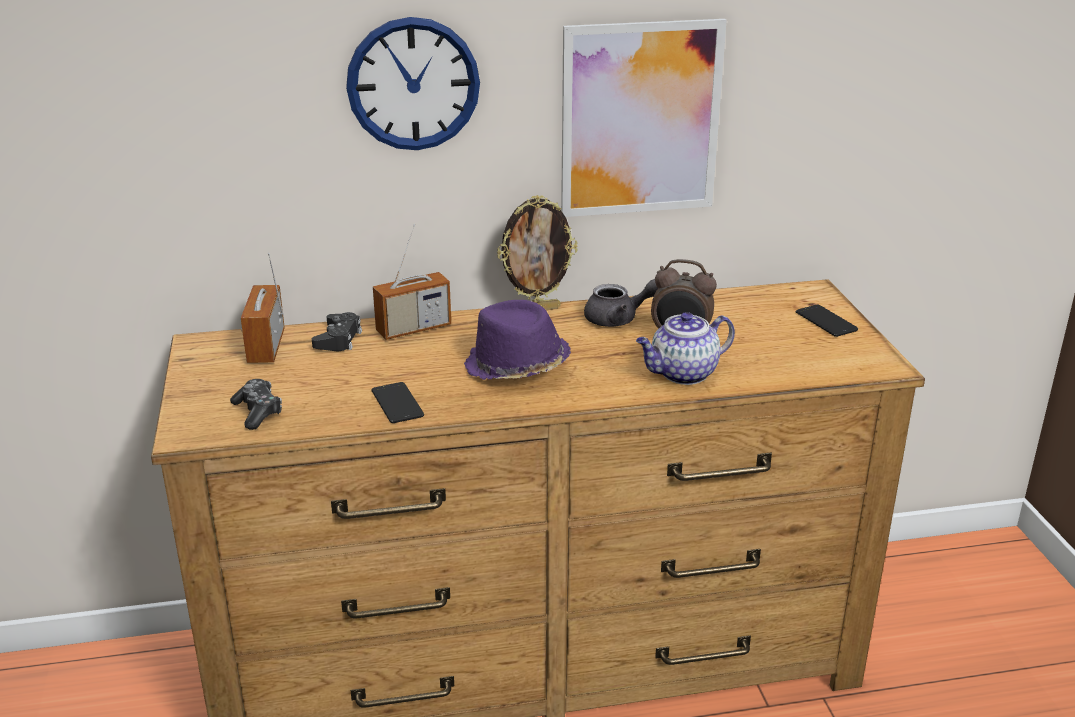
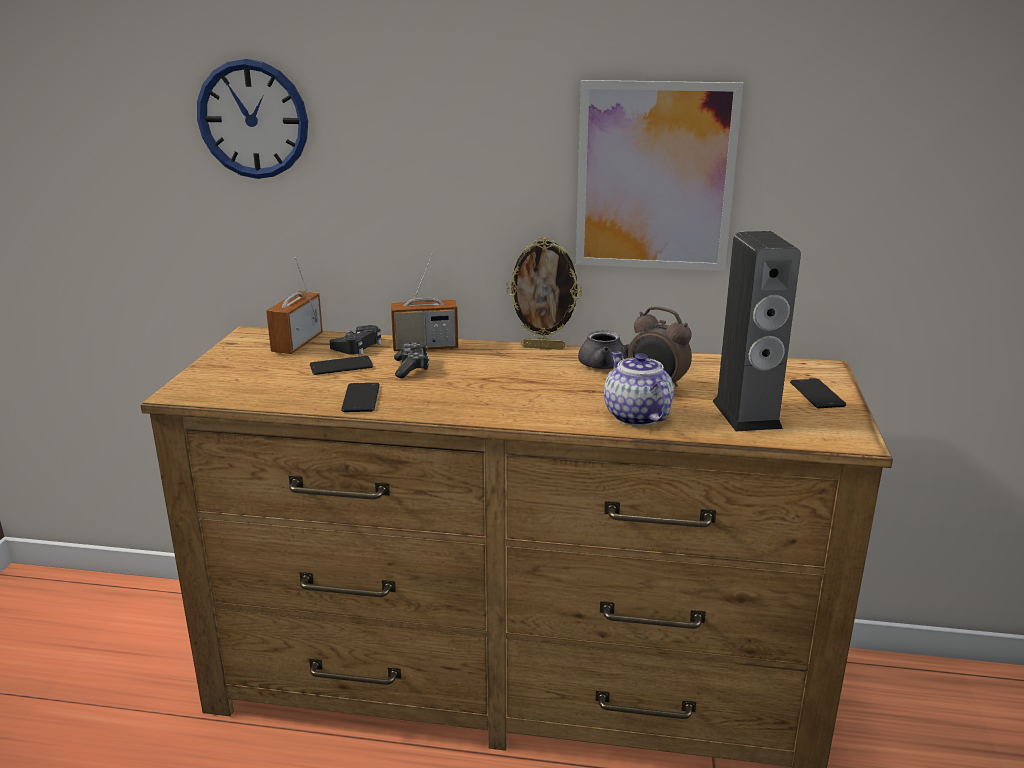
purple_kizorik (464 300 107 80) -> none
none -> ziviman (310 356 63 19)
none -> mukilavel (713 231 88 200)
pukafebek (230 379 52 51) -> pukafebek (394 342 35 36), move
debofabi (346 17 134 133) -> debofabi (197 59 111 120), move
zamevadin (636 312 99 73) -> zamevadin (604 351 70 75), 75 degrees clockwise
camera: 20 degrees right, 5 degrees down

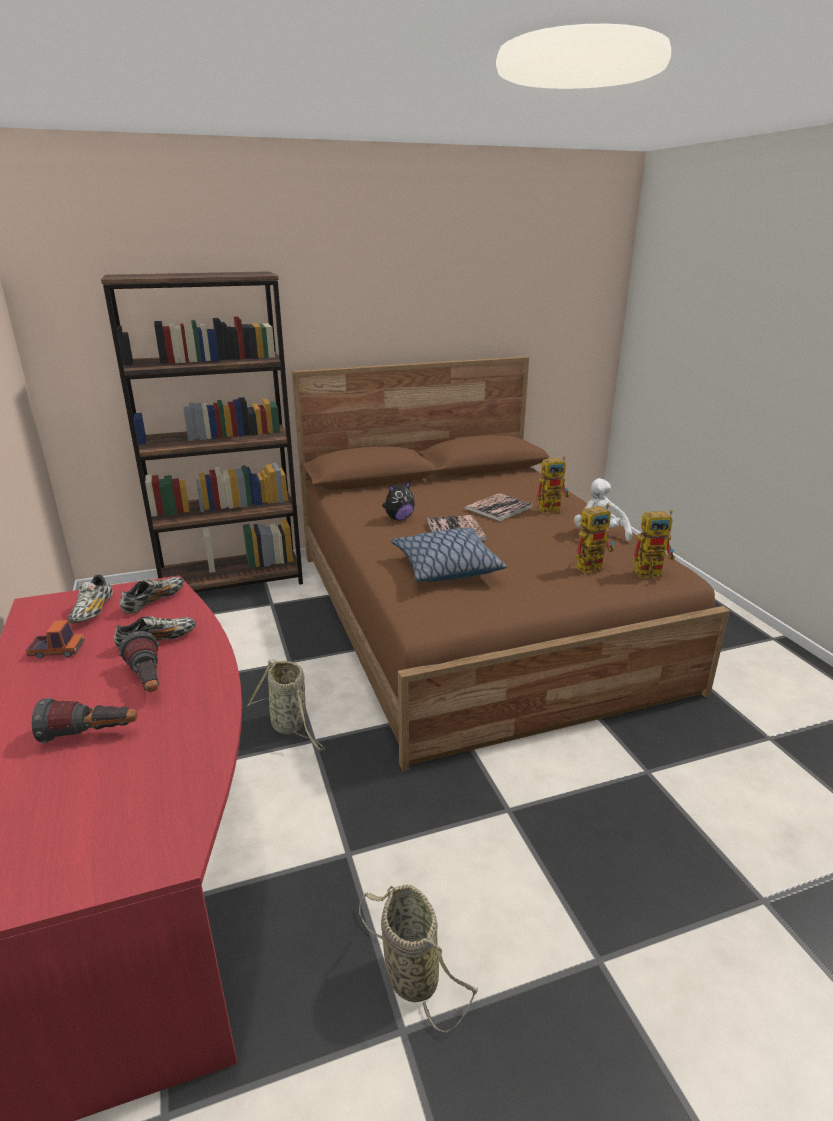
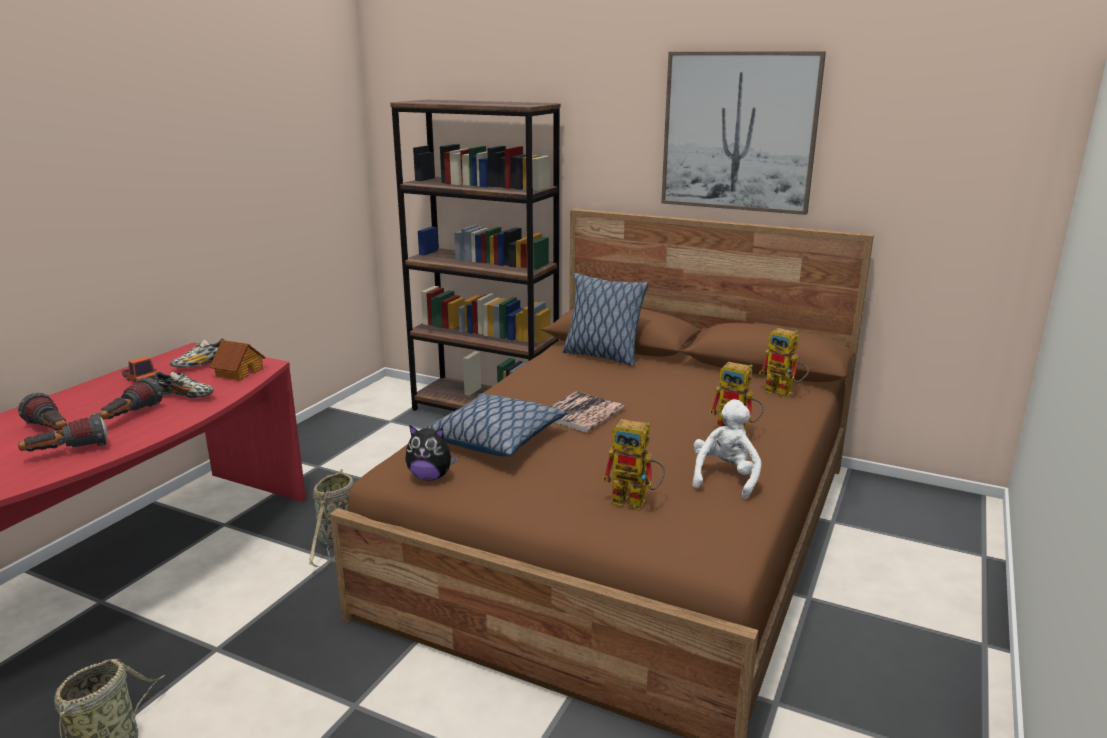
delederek (465 493 68 28) -> none
none -> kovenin (18 413 89 38)
none -> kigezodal (562 273 86 93)
none -> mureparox (661 52 165 163)
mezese (382 481 33 40) -> mezese (405 425 53 56), move
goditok (631 510 44 68) -> goditok (759 328 50 70), move
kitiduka (120 577 64 37) -> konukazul (210 340 55 40)
camera: 45 degrees right, 5 degrees down

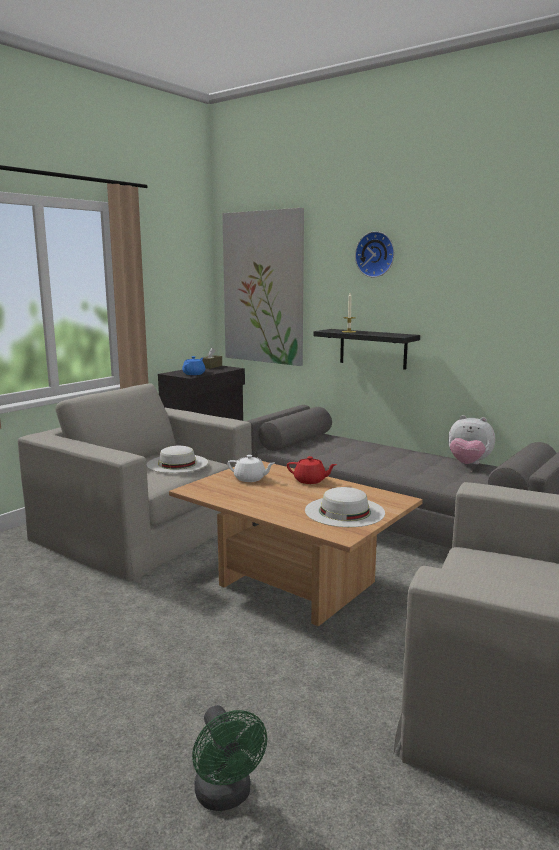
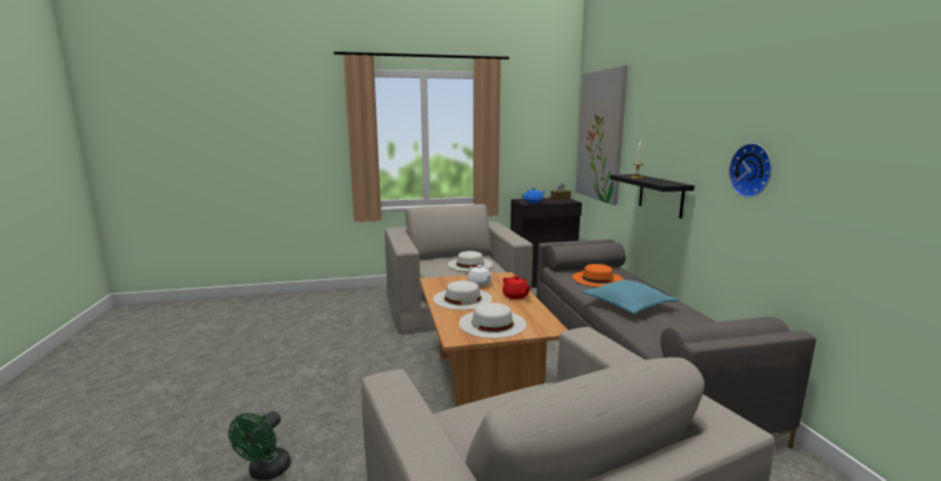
mezese (448 415 47 49) -> none
none -> white_kizorik (433 281 59 29)
none -> orange_kizorik (572 264 52 23)
none -> turquoise_kigezodal (582 280 96 34)
debofabi (355 231 39 47) -> debofabi (729 143 43 54), move
camera: 40 degrees right, 0 degrees up

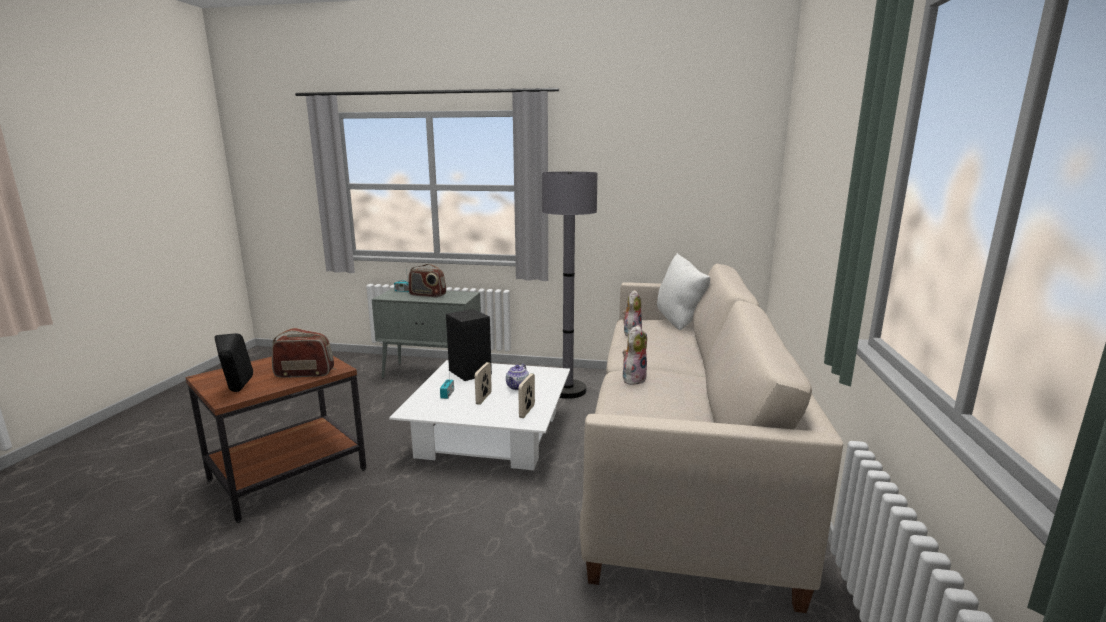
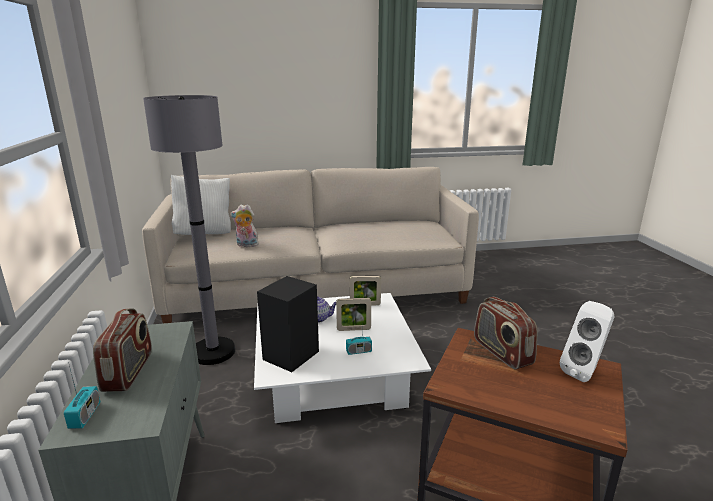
mezese (622 325 25 60) -> none
black_mukilavel (215 333 38 59) -> white_mukilavel (559 301 56 81)
camera: 110 degrees left, 5 degrees up

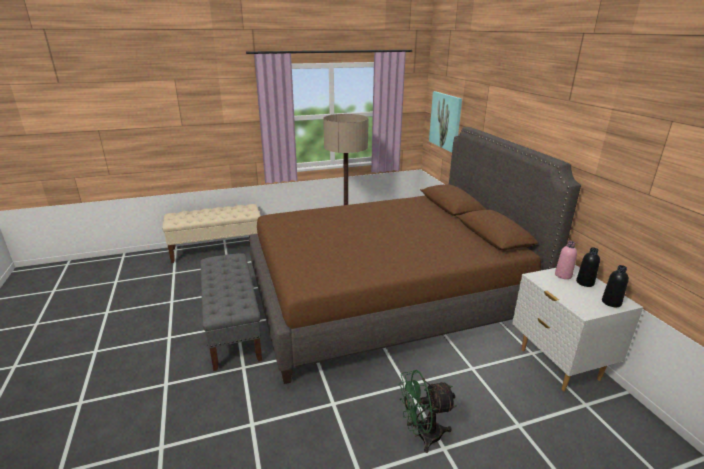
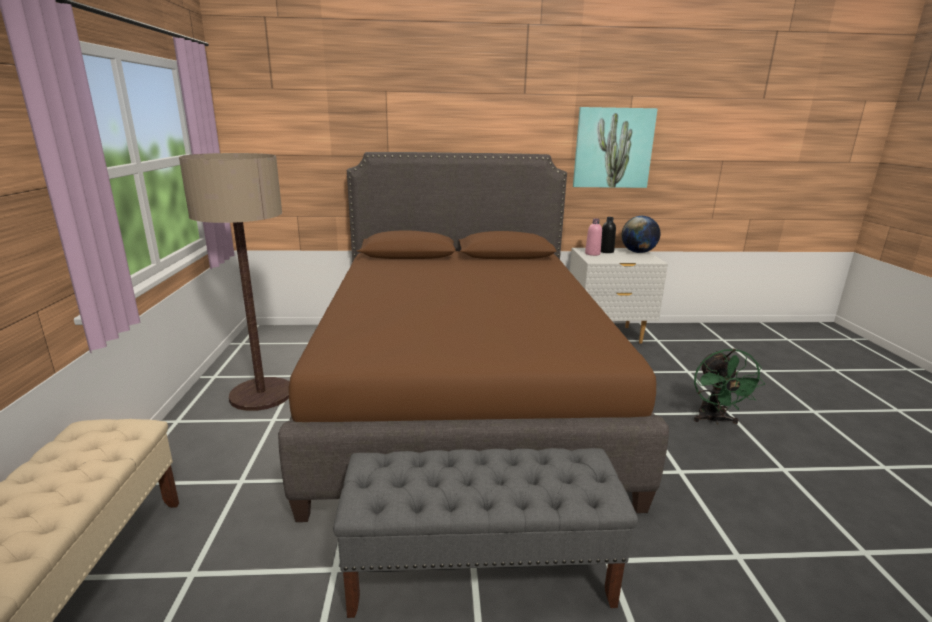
mureparox (429 91 33 62) -> mureparox (573 107 85 81), move
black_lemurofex (602 265 27 42) -> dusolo (622 216 38 37)
camera: 75 degrees left, 5 degrees down

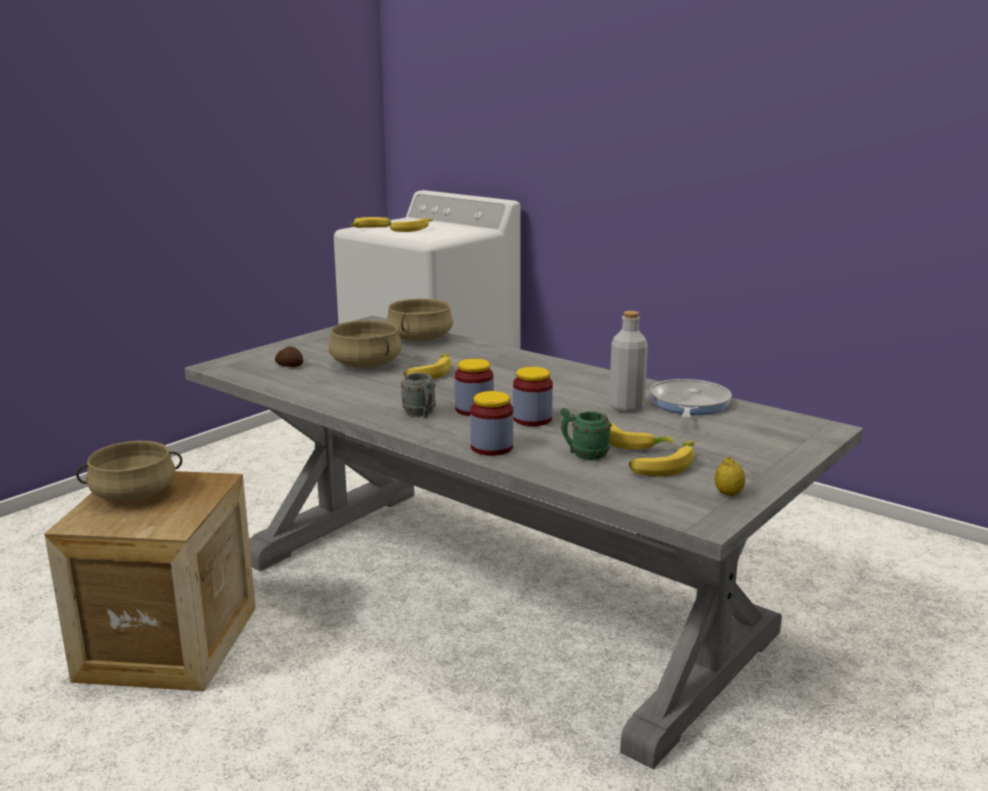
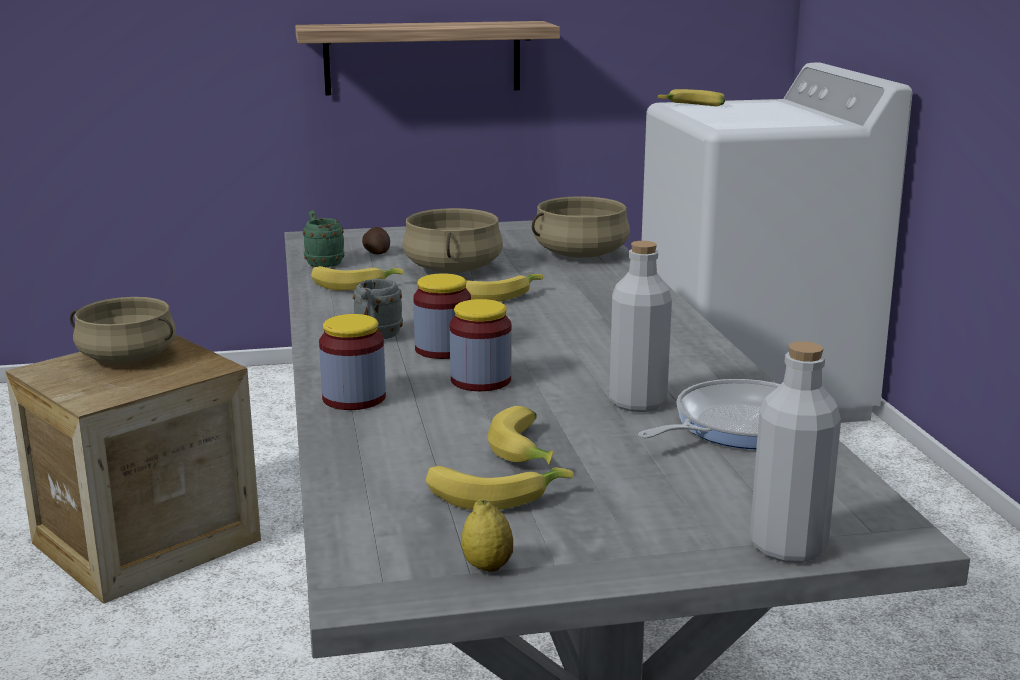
none -> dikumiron (295 21 265 74)
none -> grey_lemurofex (750 341 91 222)
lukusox (390 218 43 14) -> lukusox (311 266 93 25), move
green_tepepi (560 408 52 52) -> green_tepepi (303 210 41 57), move
camera: 40 degrees right, 0 degrees up

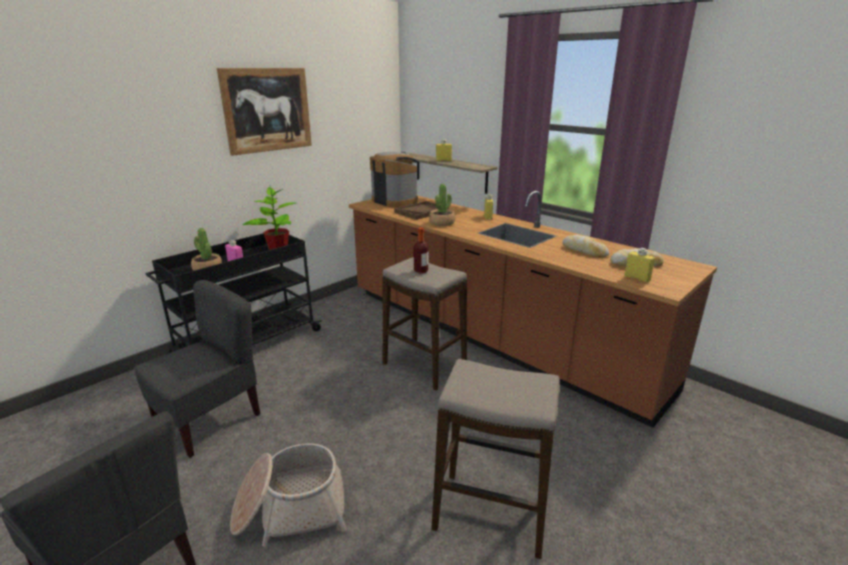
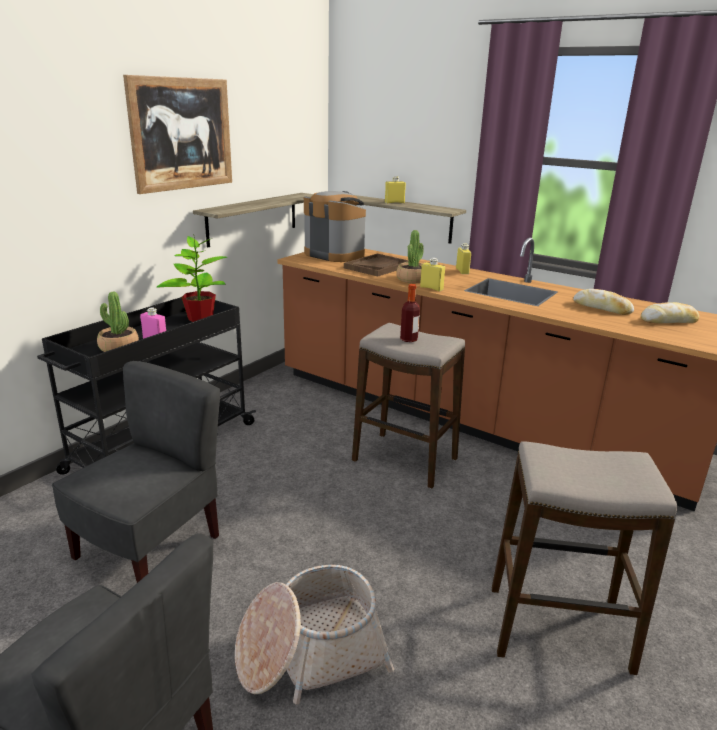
none -> dikumiron (193 193 120 55)
yellow_lemurofex (624 248 31 35) -> yellow_lemurofex (420 258 25 33), move
camera: 10 degrees left, 0 degrees up

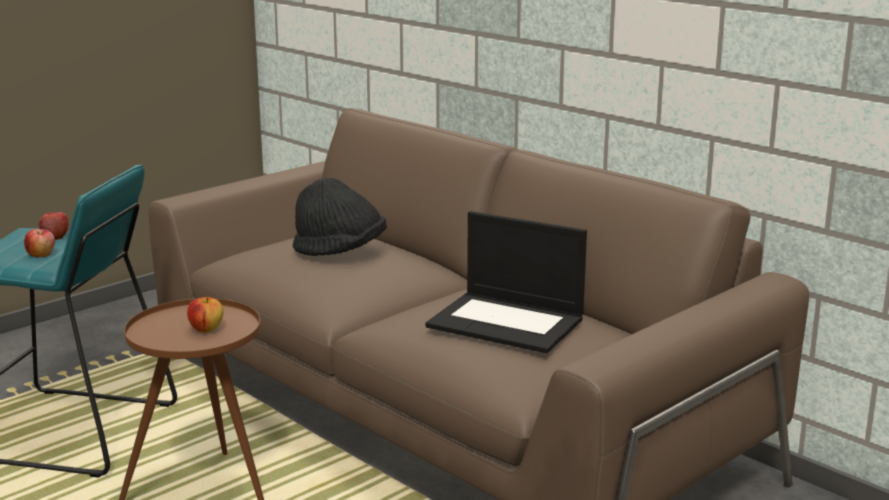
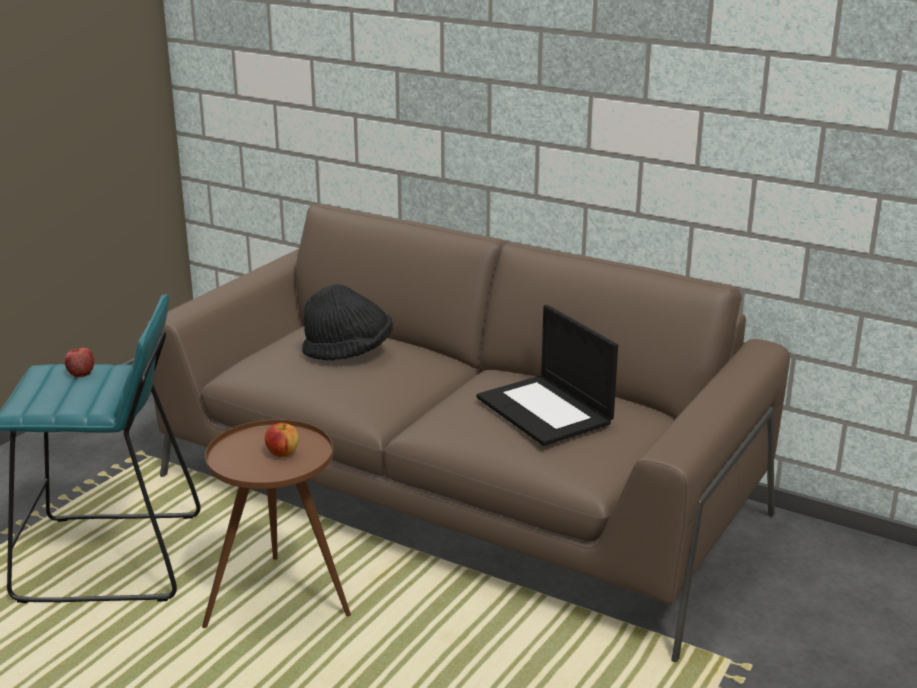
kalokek (24 229 31 28) -> none
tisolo (426 211 161 142) -> tisolo (477 305 141 141), 45 degrees clockwise
camera: 15 degrees left, 5 degrees up

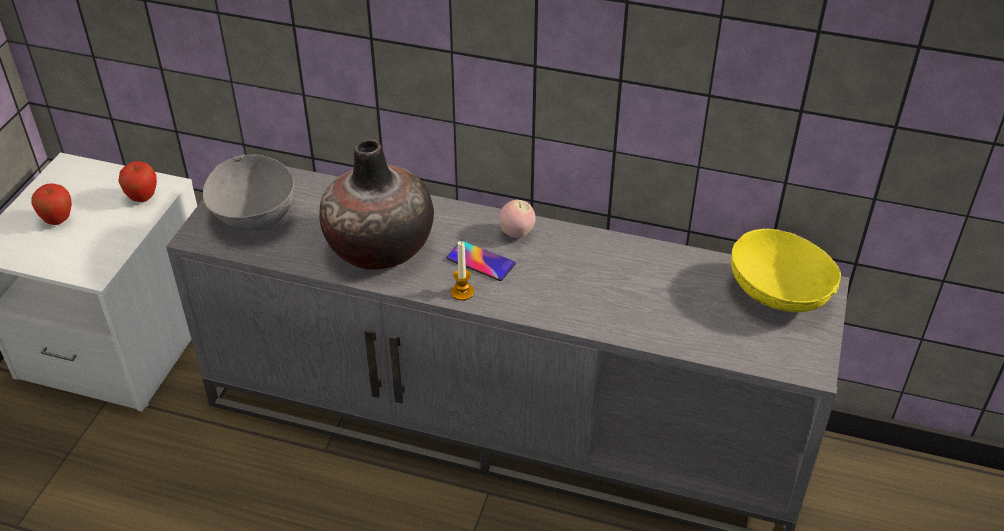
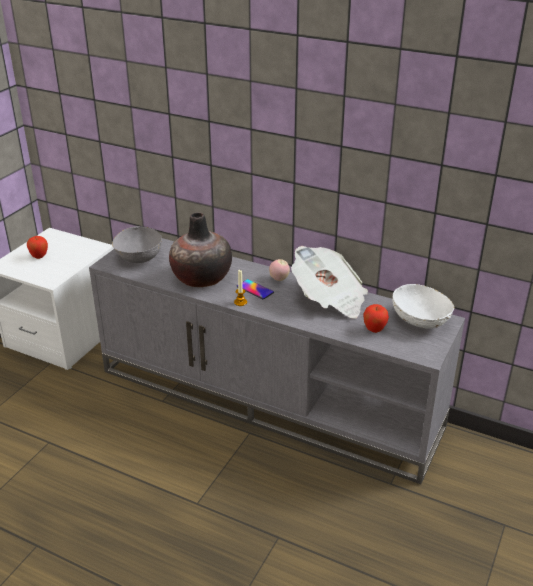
none -> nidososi (291 246 77 73)
kalokek (118 161 39 41) -> kalokek (363 304 26 29), move
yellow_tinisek (731 229 110 83) -> white_tinisek (392 284 62 45)
camera: 10 degrees right, 10 degrees down

